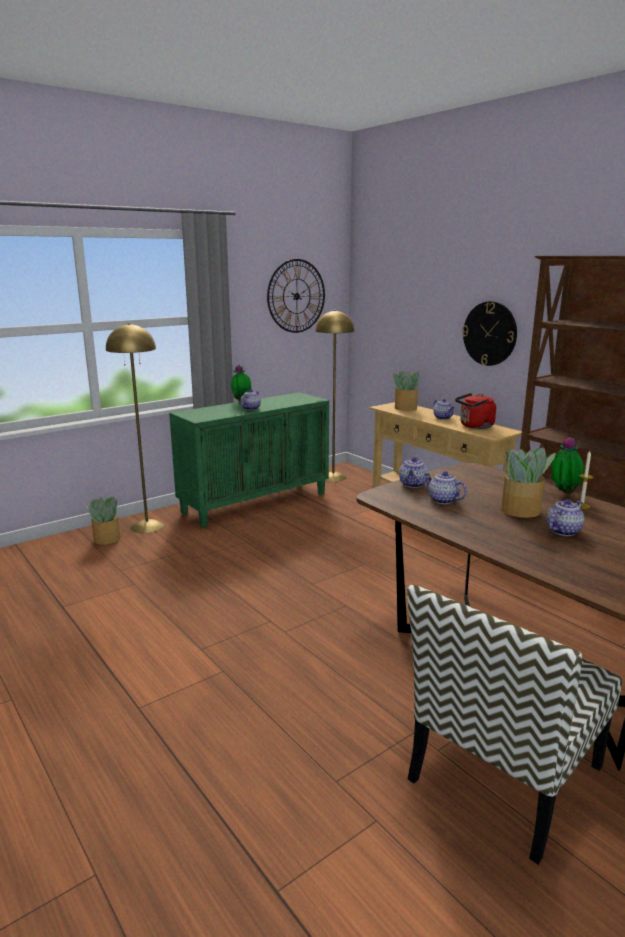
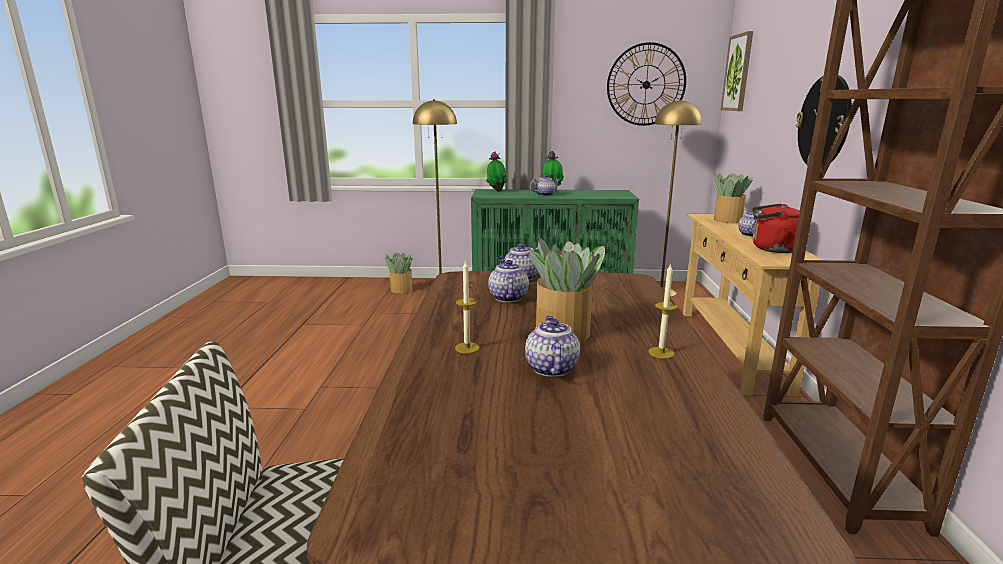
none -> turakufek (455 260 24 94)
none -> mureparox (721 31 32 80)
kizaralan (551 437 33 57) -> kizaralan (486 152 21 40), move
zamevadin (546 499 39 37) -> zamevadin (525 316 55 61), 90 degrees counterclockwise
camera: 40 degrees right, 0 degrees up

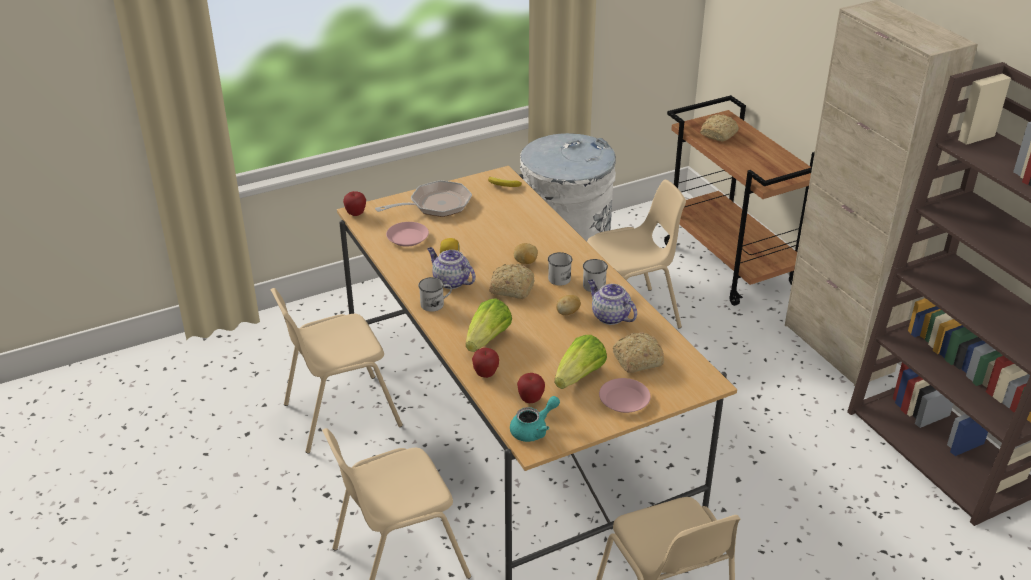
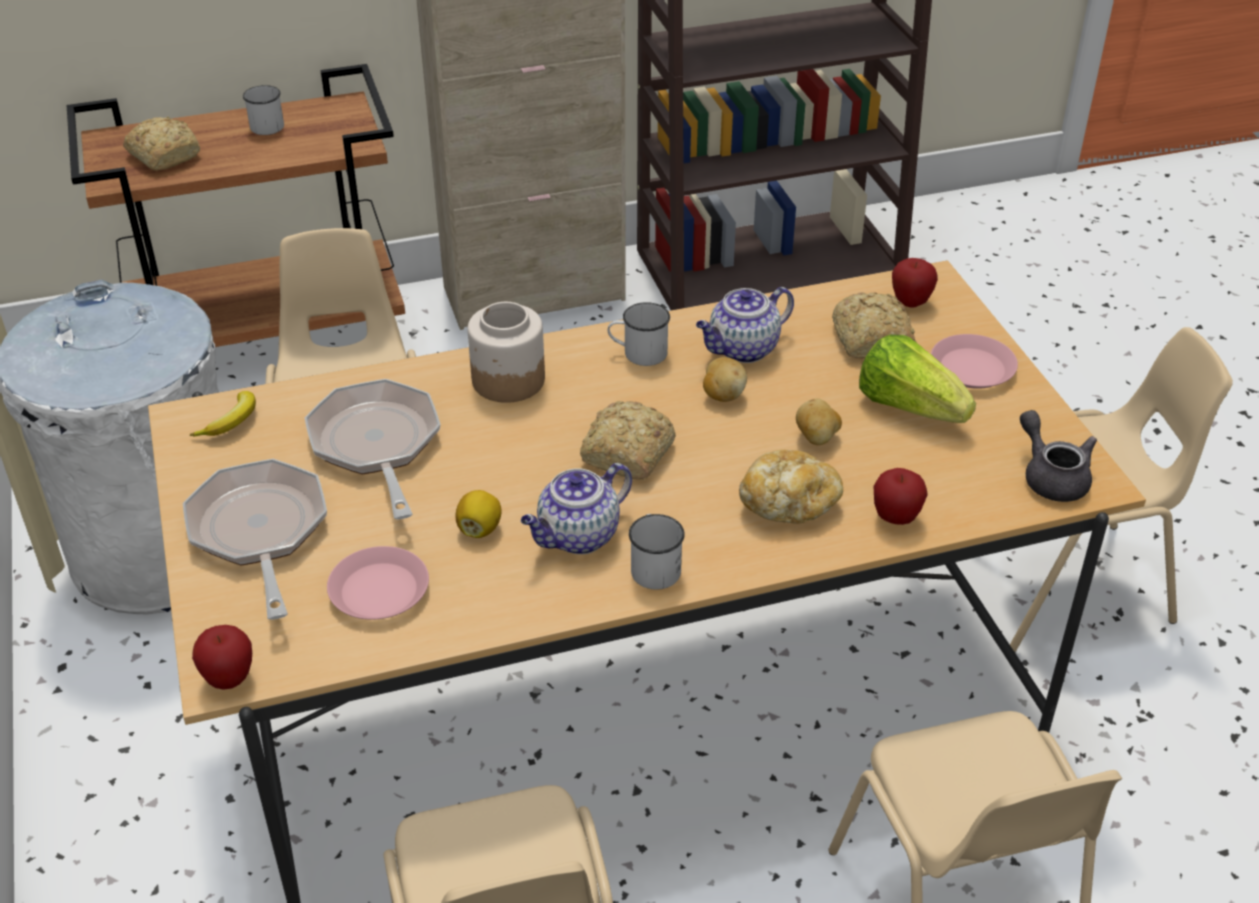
none -> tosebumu (305 379 136 140)
none -> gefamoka (467 302 78 101)
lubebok (514 243 24 21) -> lubebok (796 398 46 47), move
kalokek (517 373 28 30) -> kalokek (892 258 46 50), move
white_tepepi (548 252 24 34) -> white_tepepi (243 85 41 50), move
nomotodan (466 298 46 54) -> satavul (739 450 104 74)
turquoise_zamevadin (510 396 50 46) -> grey_zamevadin (1020 410 77 92)
camera: 80 degrees left, 5 degrees up

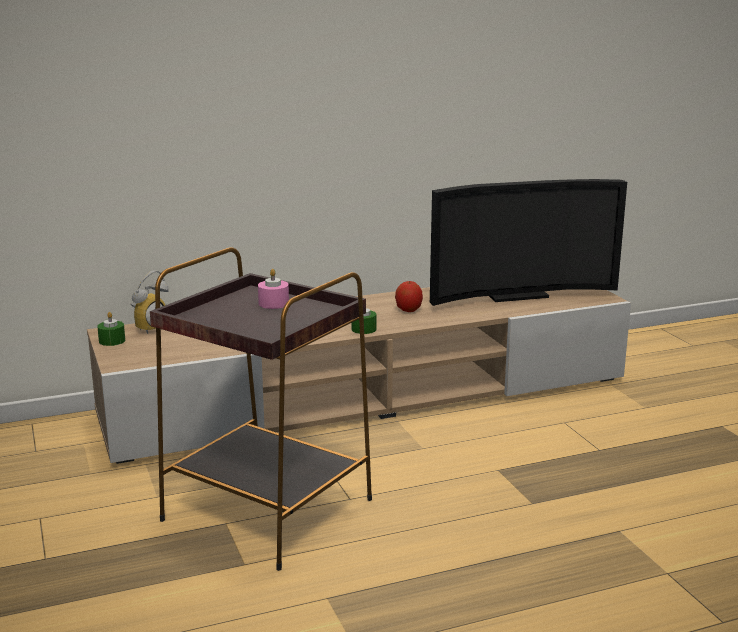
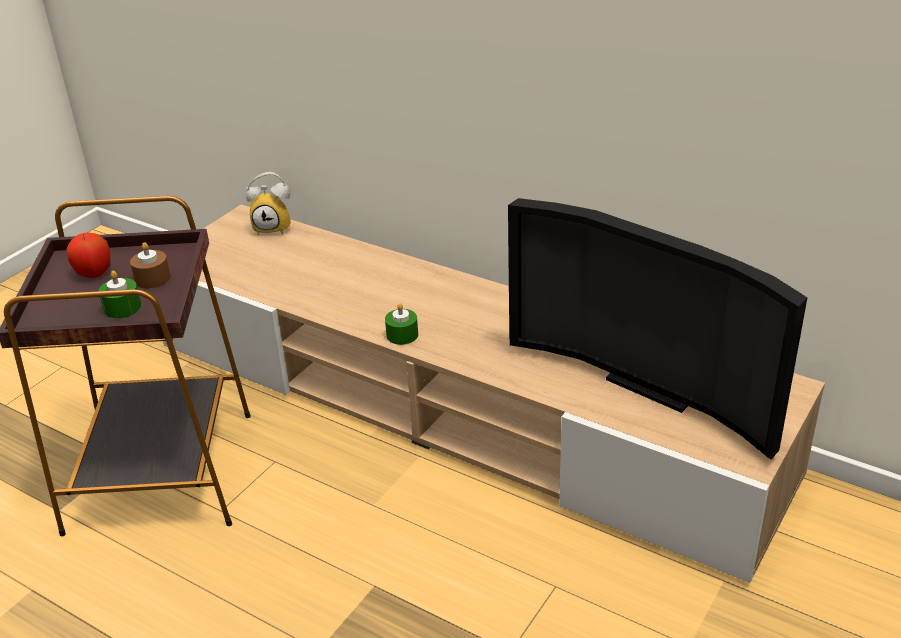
green_turakufek (97 312 28 34) -> green_turakufek (99 271 42 47), move
kalokek (395 281 28 31) -> kalokek (66 233 44 45), move
pink_turakufek (258 269 31 40) -> brown_turakufek (130 242 41 47)
camera: 55 degrees right, 15 degrees up

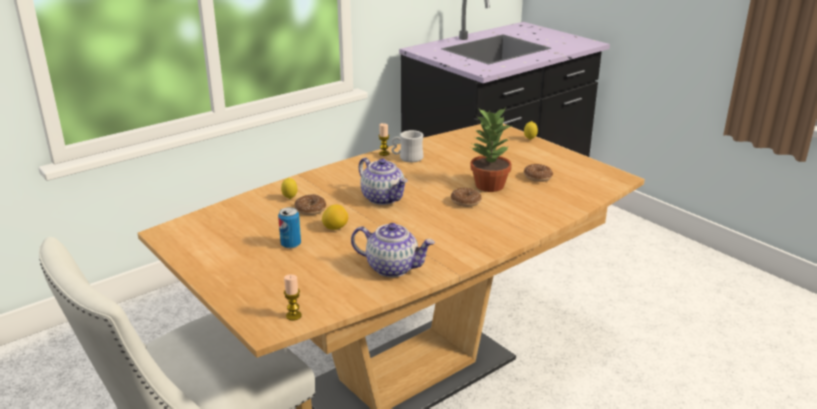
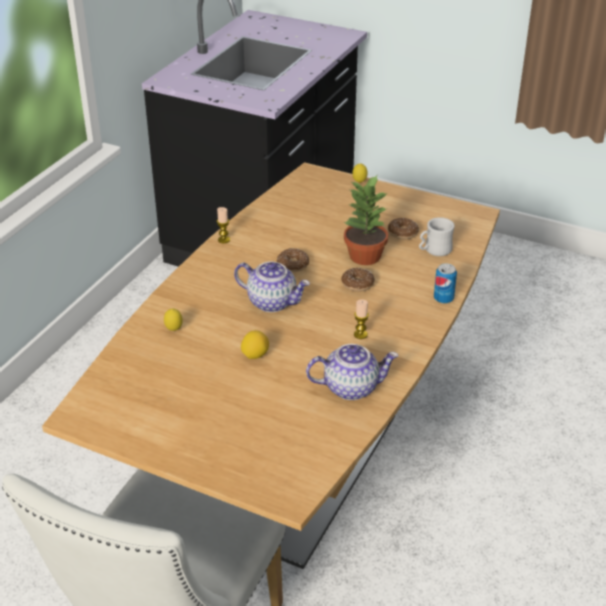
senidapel (278 207 23 42) -> senidapel (434 263 23 41), move
turakufek (284 274 18 47) -> turakufek (354 299 15 40), move
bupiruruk (294 194 32 21) -> bupiruruk (277 248 32 24), move
white_tepepi (391 130 32 32) -> white_tepepi (419 217 36 39), move
camera: 25 degrees left, 10 degrees up

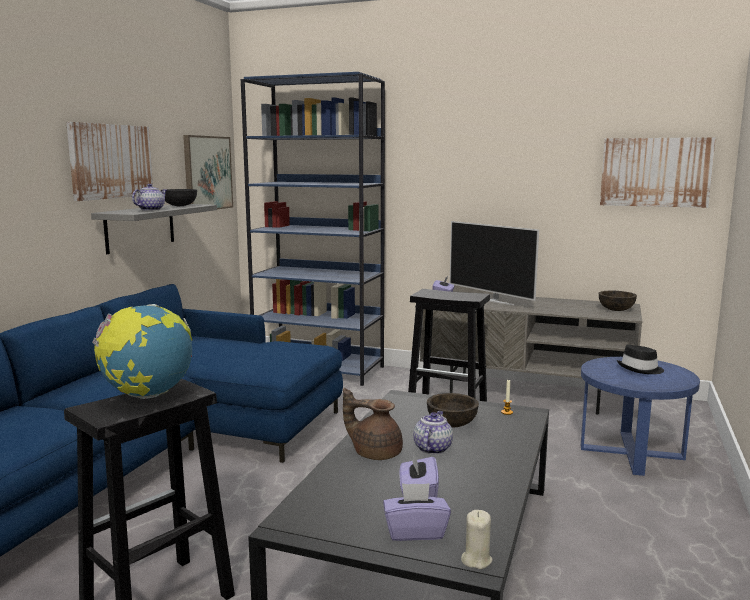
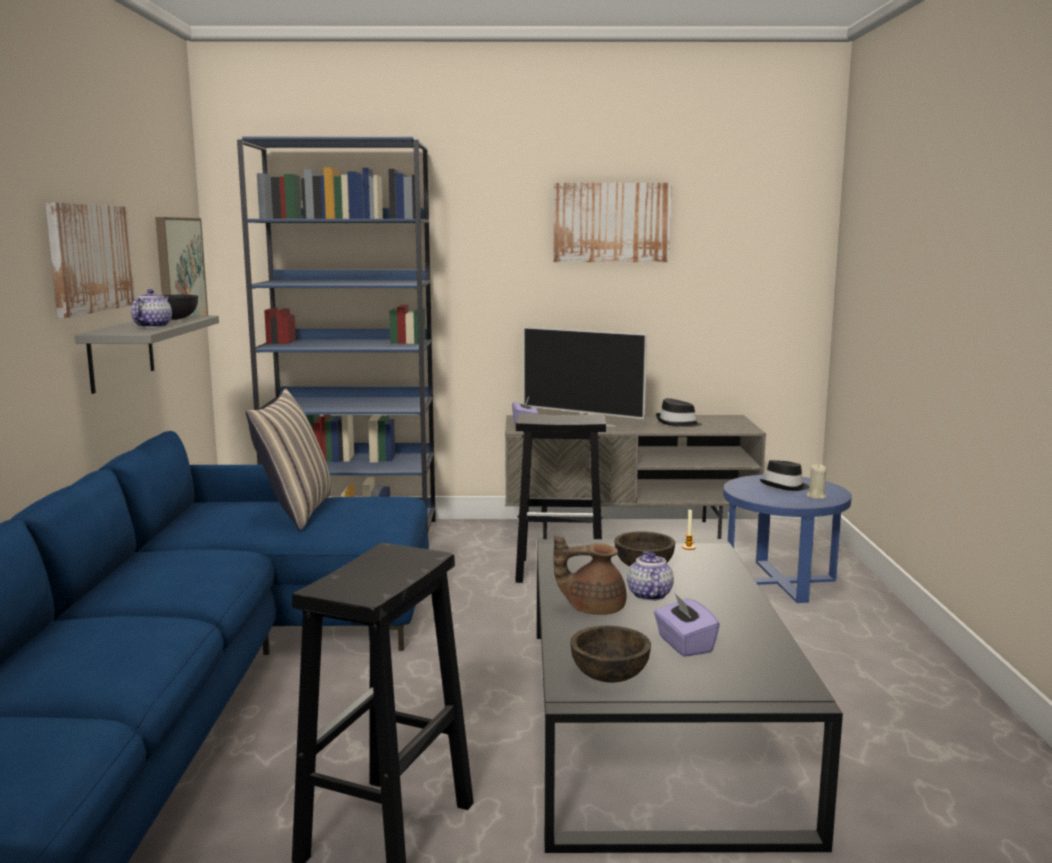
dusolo (92 304 100 95) -> none
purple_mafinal (383 483 68 58) -> none
none -> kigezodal (246 388 87 142)
none -> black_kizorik (656 398 46 29)
beige_turakufek (461 510 31 59) -> beige_turakufek (806 464 21 35), move
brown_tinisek (599 291 38 20) -> brown_tinisek (570 626 81 57), move
mureparox (600 137 116 71) -> mureparox (554 183 118 79), move
camera: 20 degrees left, 0 degrees up

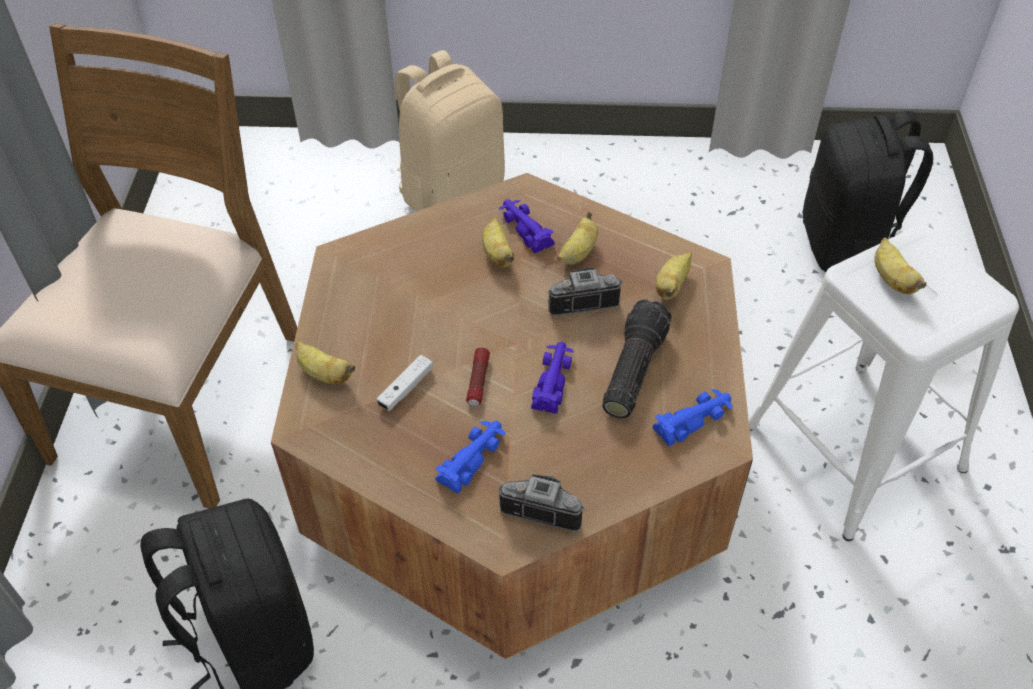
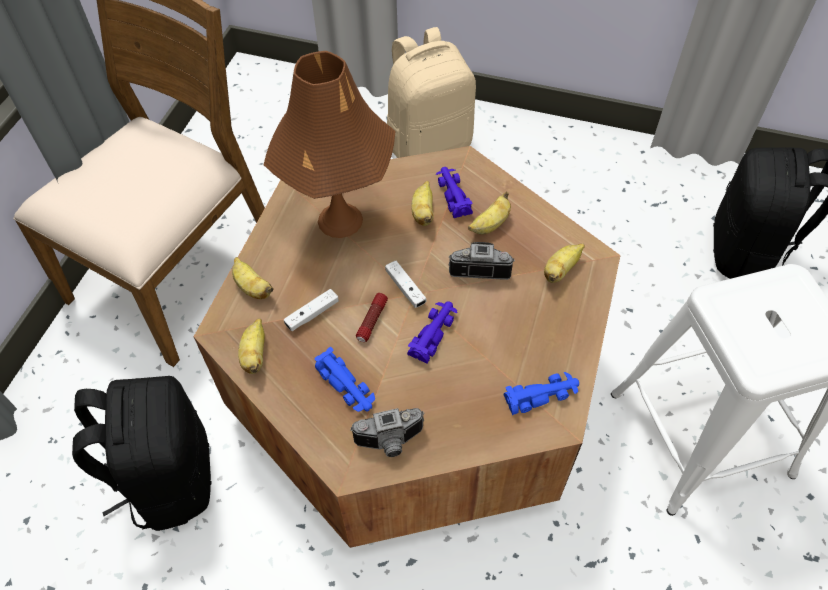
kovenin (602 299 69 119) -> none
none -> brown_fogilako (264 51 131 187)
none -> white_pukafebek (385 261 42 47)
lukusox (874 238 52 56) -> lukusox (238 318 27 56), move
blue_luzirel (435 421 70 73) -> blue_luzirel (314 347 61 65), 90 degrees clockwise
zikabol (498 475 87 57) -> zikabol (350 408 75 49), 135 degrees clockwise
camera: 15 degrees right, 5 degrees up

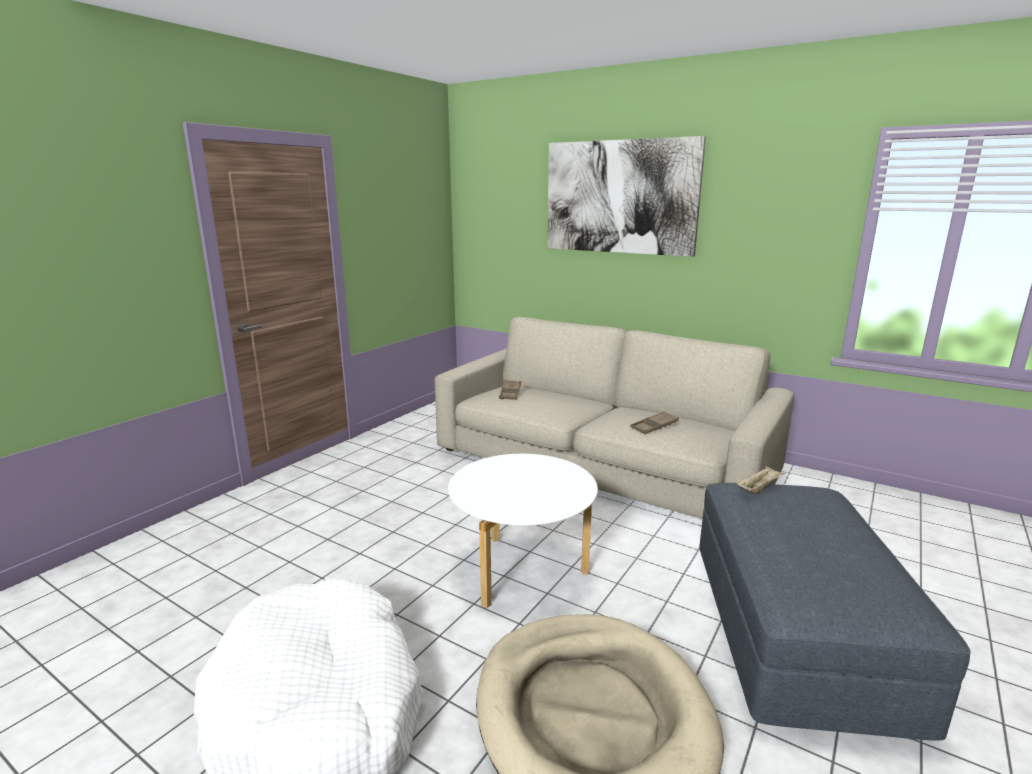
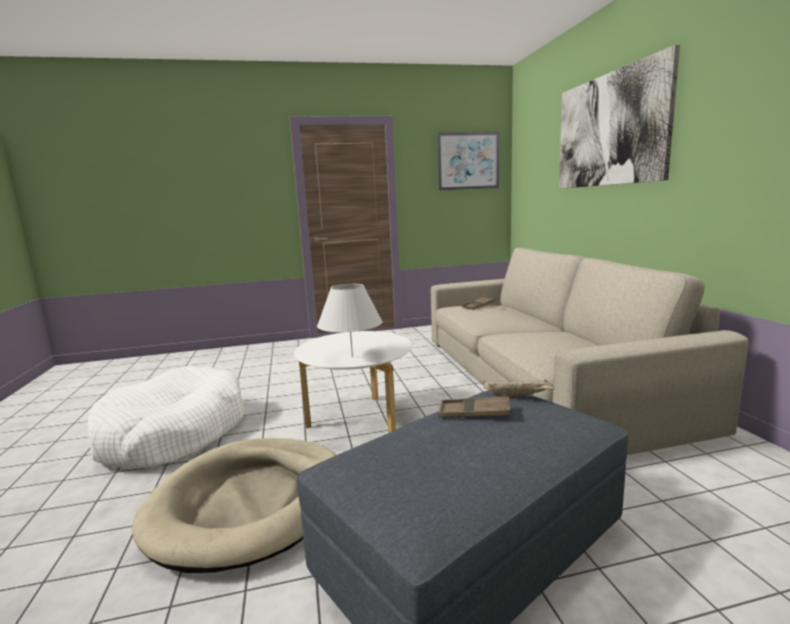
none -> white_fogilako (317 284 66 73)
none -> mureparox (437 131 62 60)
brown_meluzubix (631 411 48 23) -> brown_meluzubix (439 396 72 22), move
camera: 45 degrees right, 5 degrees down

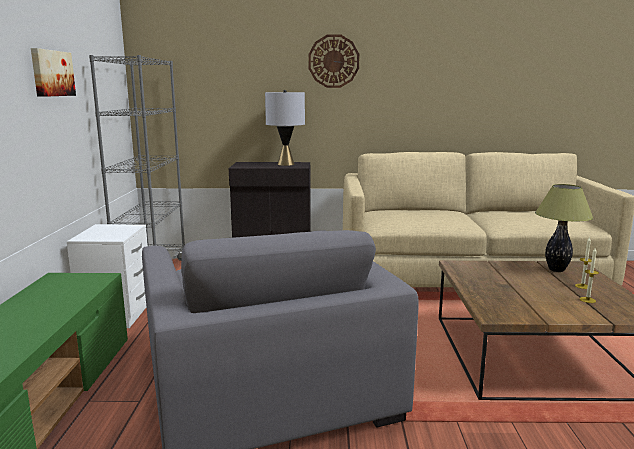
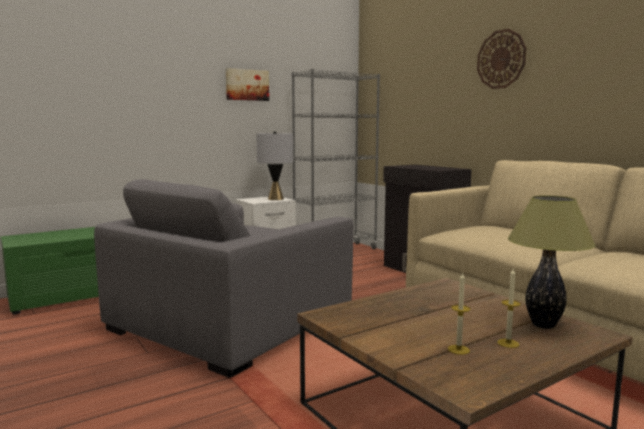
grey_fogilako (265 90 40 76) -> grey_fogilako (256 131 37 69), move
camera: 55 degrees right, 5 degrees down

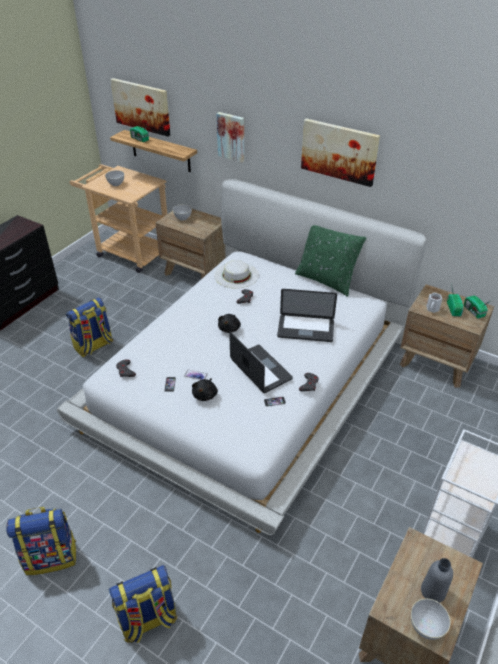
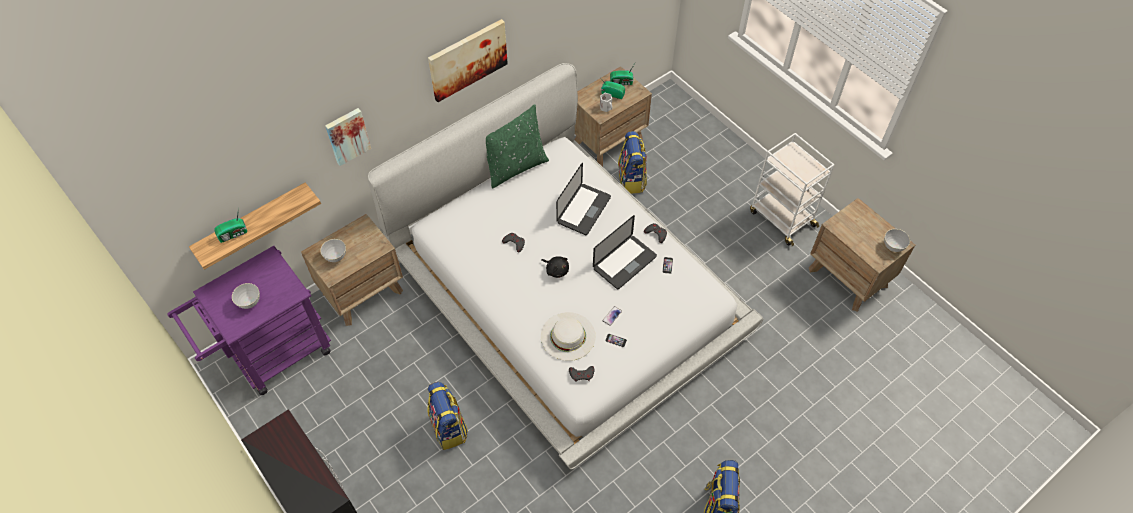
mureparox (110 78 60 59) -> none
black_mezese (192 378 26 23) -> none
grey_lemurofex (421 558 32 45) -> none
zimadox (109 565 69 78) -> zimadox (618 131 29 63), move
white_kizorik (214 260 45 28) -> white_kizorik (541 312 55 49), move
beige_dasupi (70 164 97 109) -> purple_dasupi (167 246 164 149)
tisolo (229 332 64 61) -> tisolo (593 215 64 74), 150 degrees clockwise
camera: 70 degrees left, 15 degrees up

